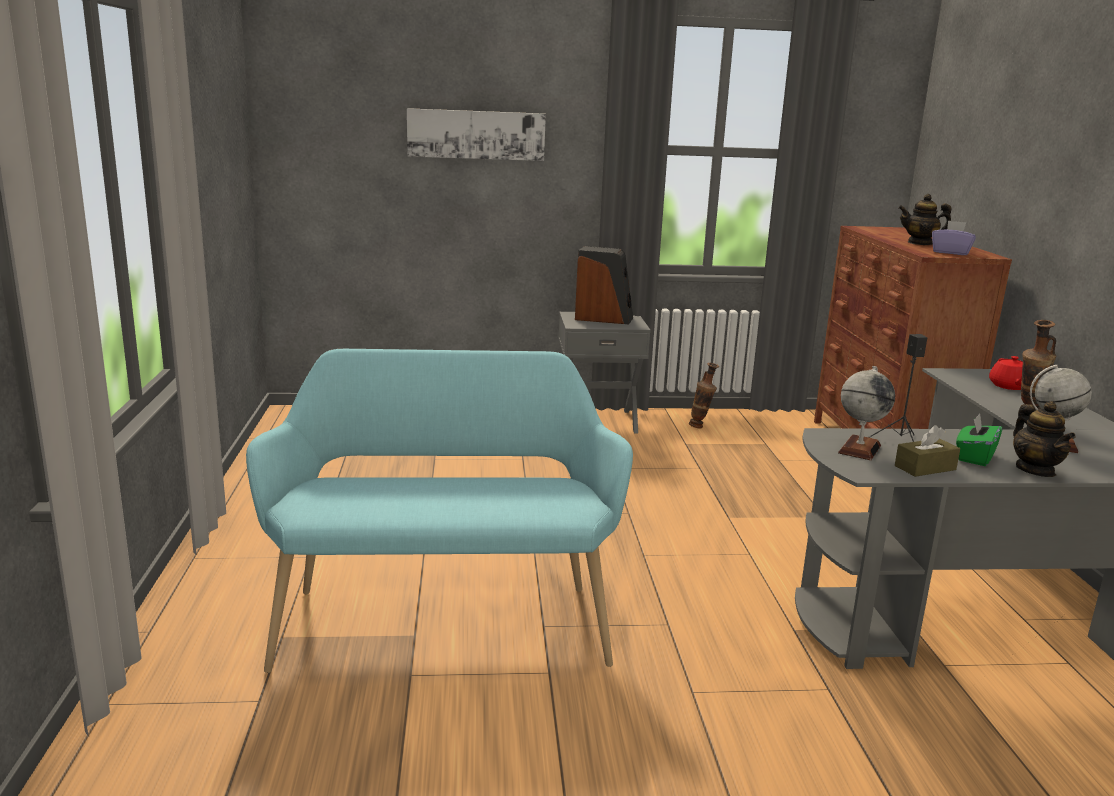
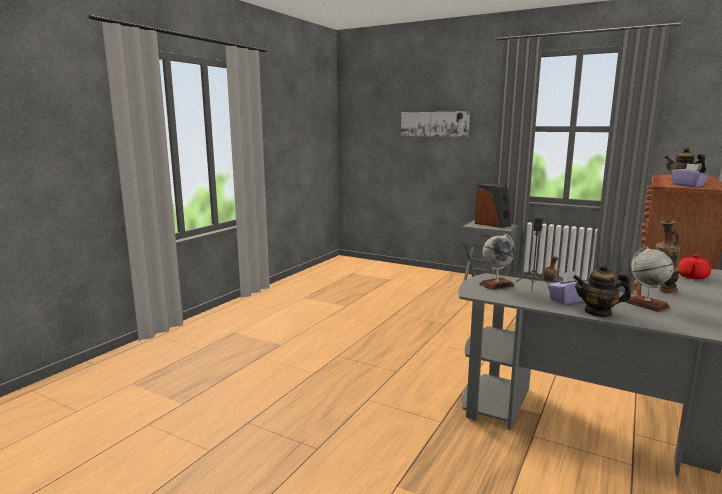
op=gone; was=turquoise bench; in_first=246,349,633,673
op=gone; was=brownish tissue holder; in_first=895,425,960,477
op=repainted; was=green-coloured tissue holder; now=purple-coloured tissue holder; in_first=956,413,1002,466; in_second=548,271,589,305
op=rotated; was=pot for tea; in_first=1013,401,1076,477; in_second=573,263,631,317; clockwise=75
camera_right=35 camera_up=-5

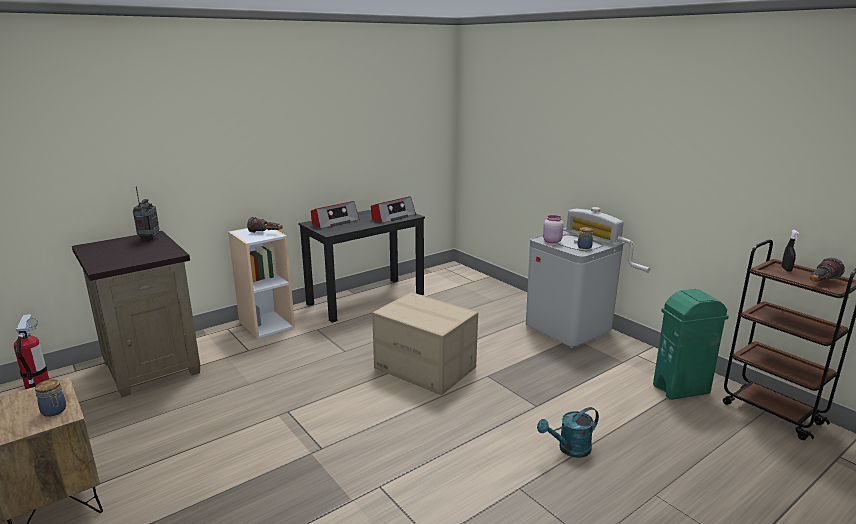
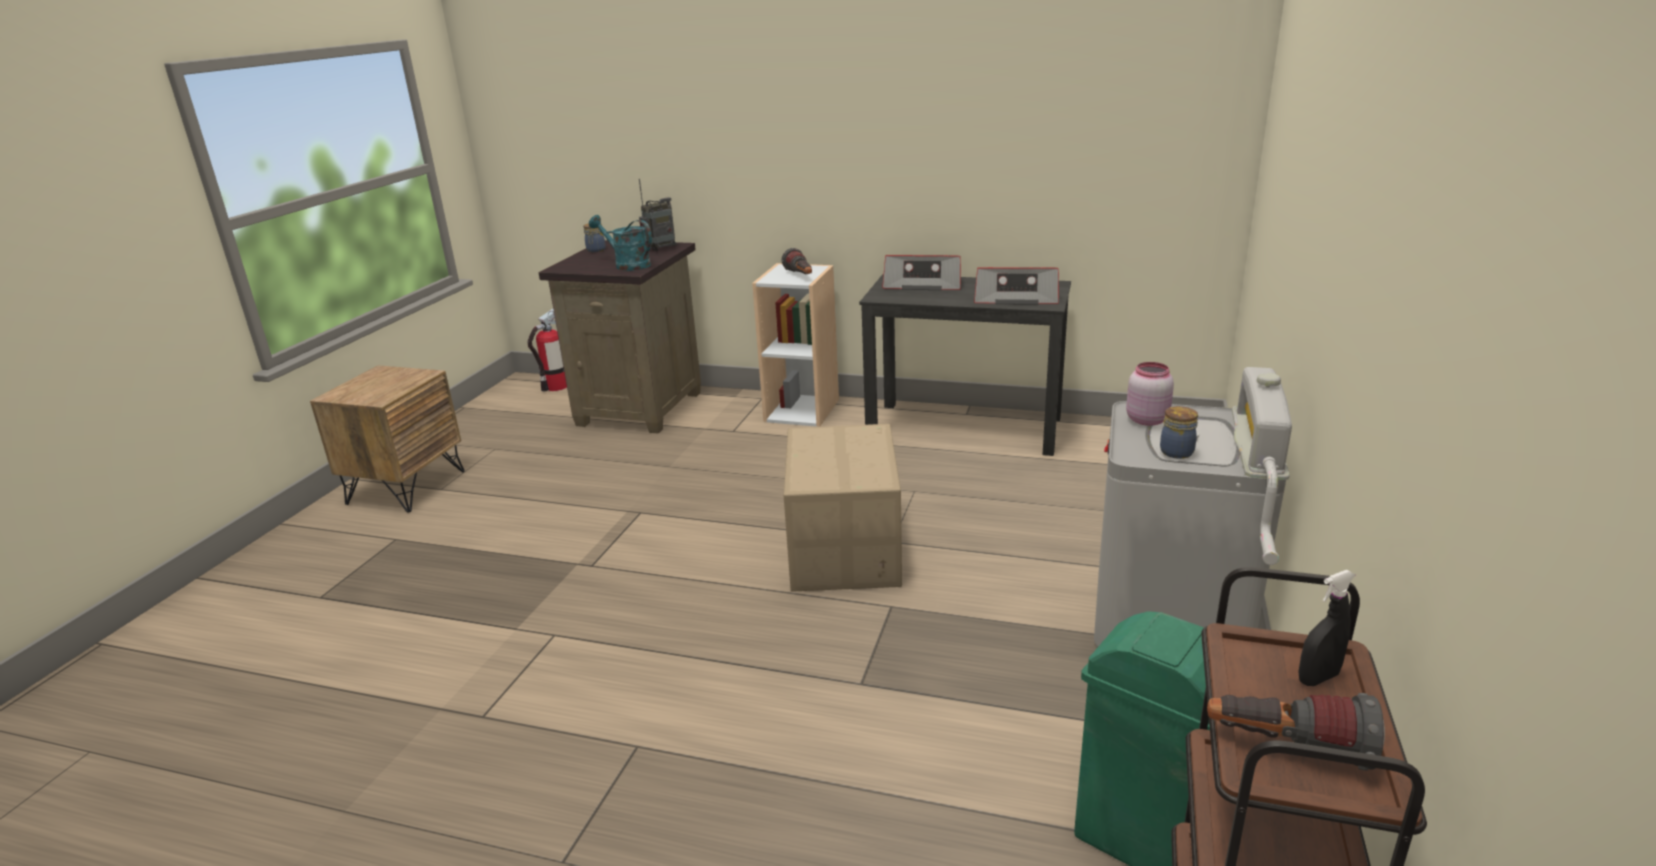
op=shifted; was=preserve jar; in_first=35,379,66,417; in_second=583,223,606,252
op=shifted; was=turquoise watering can; in_first=537,407,599,458; in_second=589,215,652,271
camera_right=55 camera_up=5

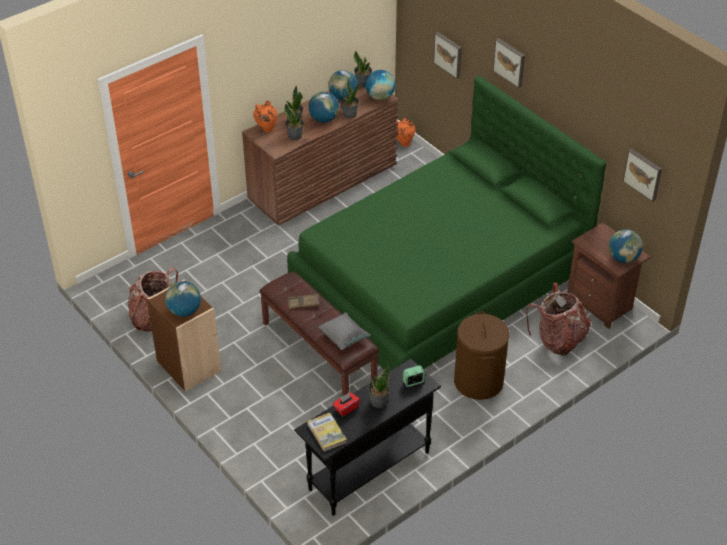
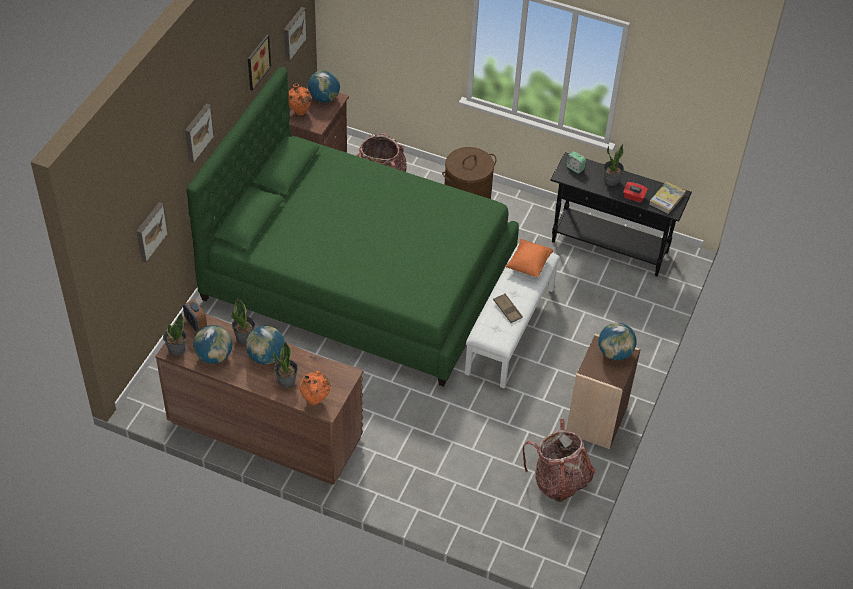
op=repainted; was=brownish bench; now=whitish bench; in_first=259,272,379,396; in_second=465,244,560,388
op=gone; was=potted plant; in_first=284,103,304,141
op=repainted; was=grey throw pillow; now=orangey throw pillow; in_first=318,312,371,350; in_second=505,239,553,277
op=swapped; was=globe; now=table clock; in_first=366,70,395,100; in_second=183,299,207,331
op=shifted; was=orangey vase; in_first=396,118,415,147; in_second=288,84,312,115
op=new; now=wall picture; in_second=248,35,271,91
camera_right=-120 camera_up=5

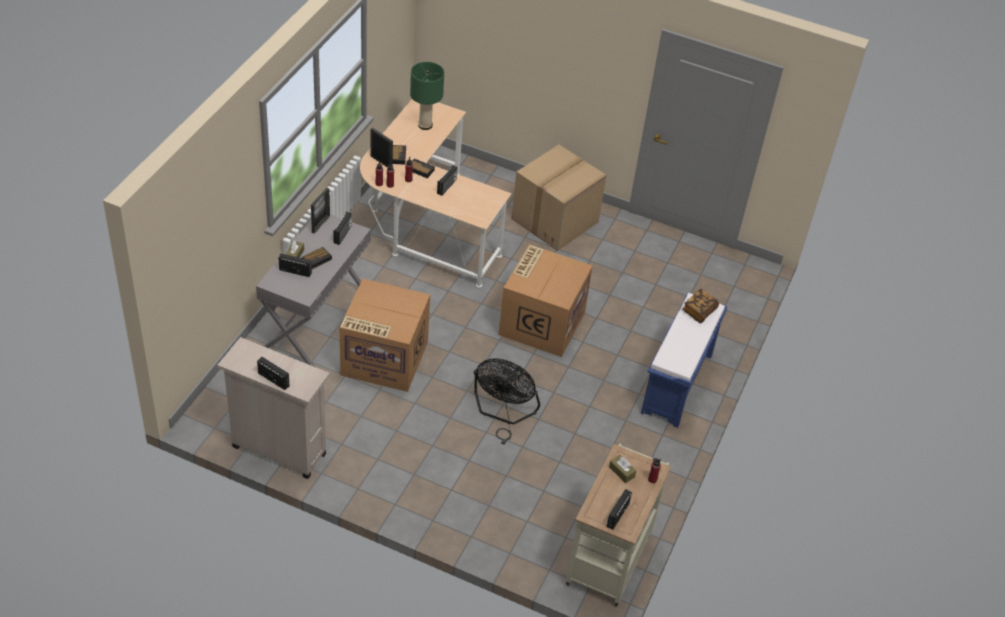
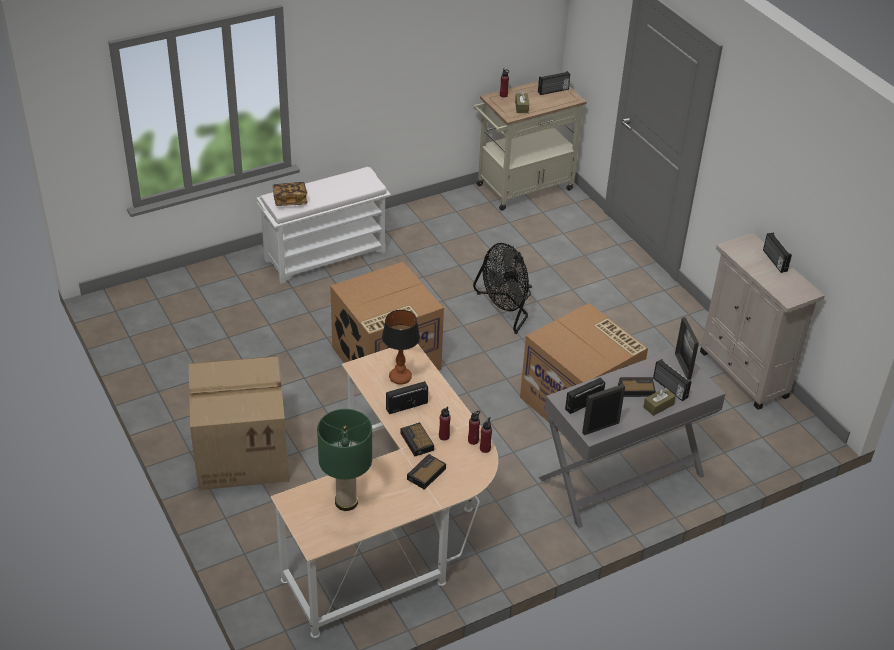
op=shifted; was=standing frame; in_first=370,128,393,168; in_second=675,317,699,380
op=repainted; was=blue bench; now=whitish bench; in_first=641,293,727,428; in_second=256,167,391,284
op=new; now=lamp for a table; in_second=382,310,420,384
camera_right=-140 camera_up=-5

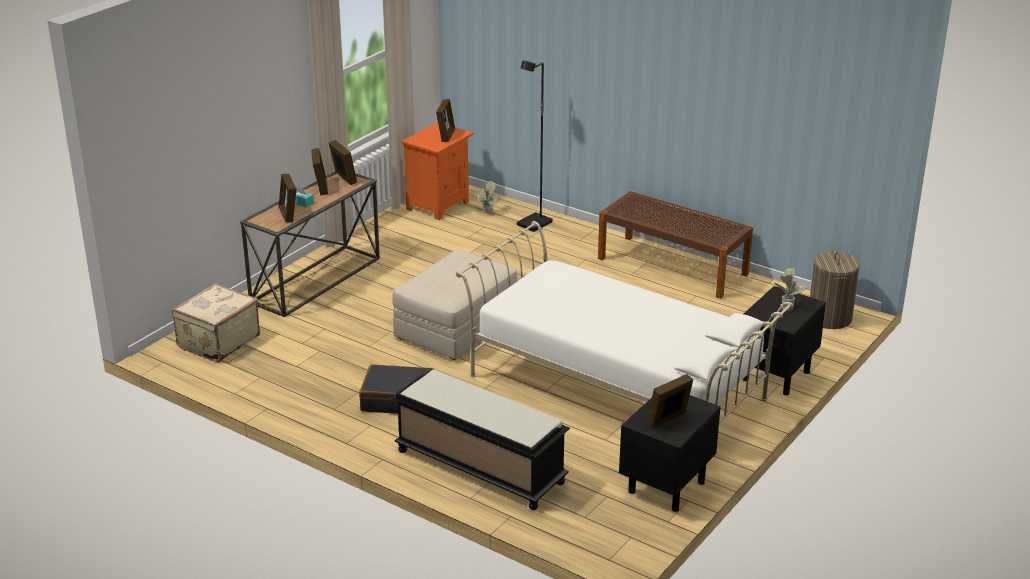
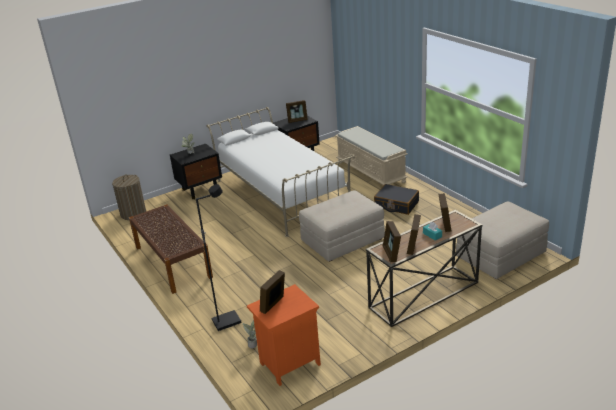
op=swapped; was=beige suitcase; now=beige footrest; in_first=172,283,260,362; in_second=456,202,549,279
op=repainted; was=black bench; now=beige bench; in_first=392,370,570,510; in_second=335,126,407,186
camera_right=-155 camera_up=0

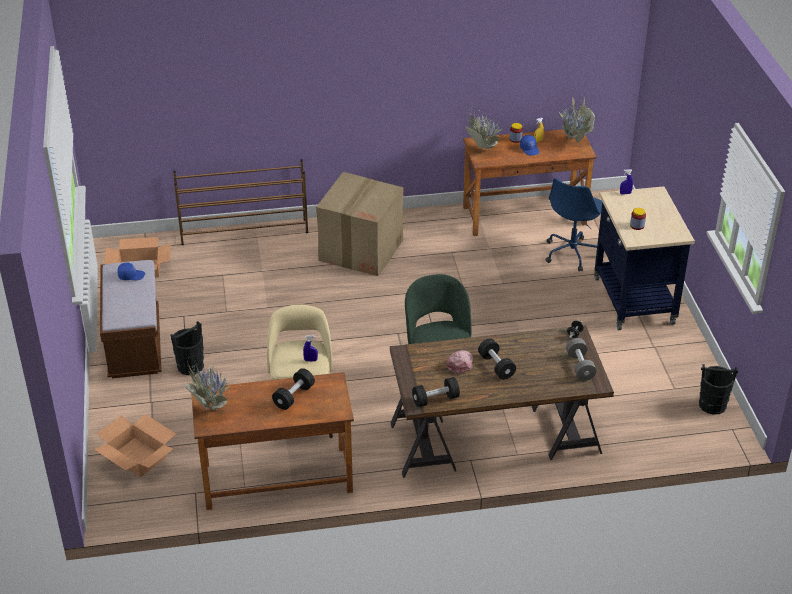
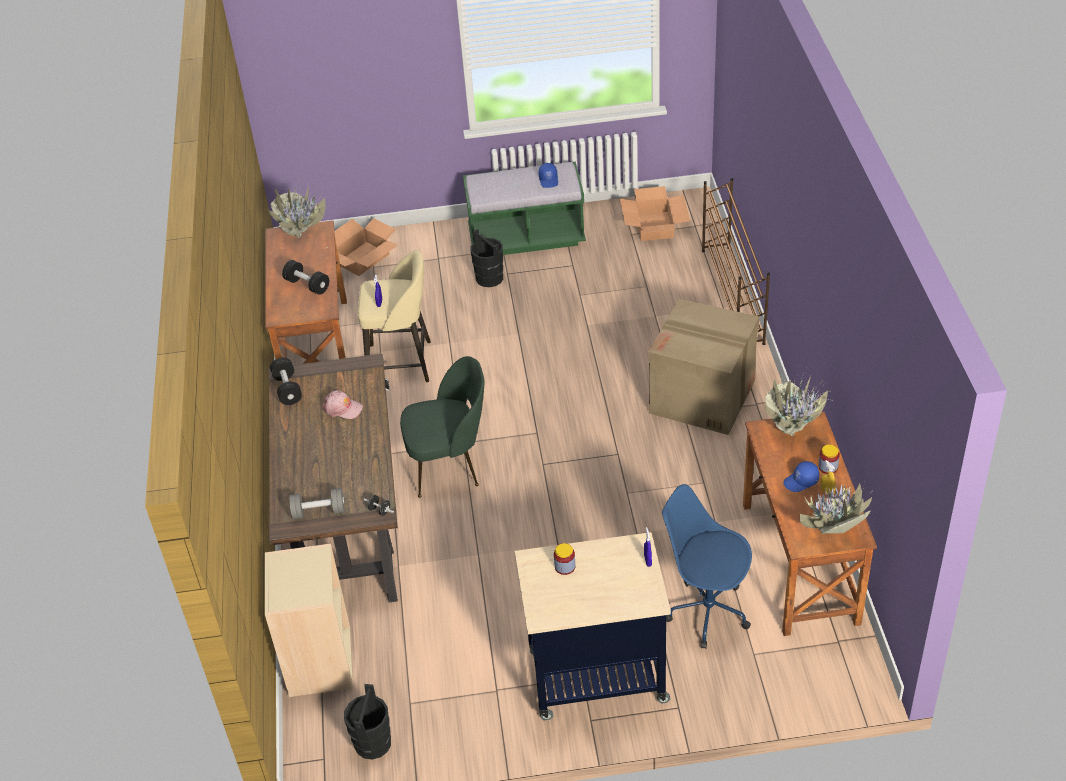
op=repainted; was=brownish bench; now=green-coloured bench; in_first=100,260,162,378; in_second=463,162,586,255
op=gone; was=black free weight; in_first=478,338,516,379
op=new; now=beige shelving unit; in_second=265,544,353,697
camera_right=95 camera_up=5

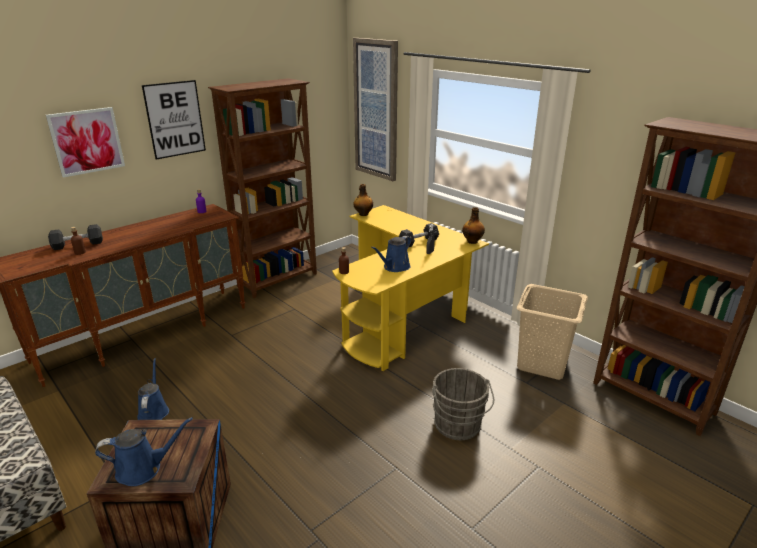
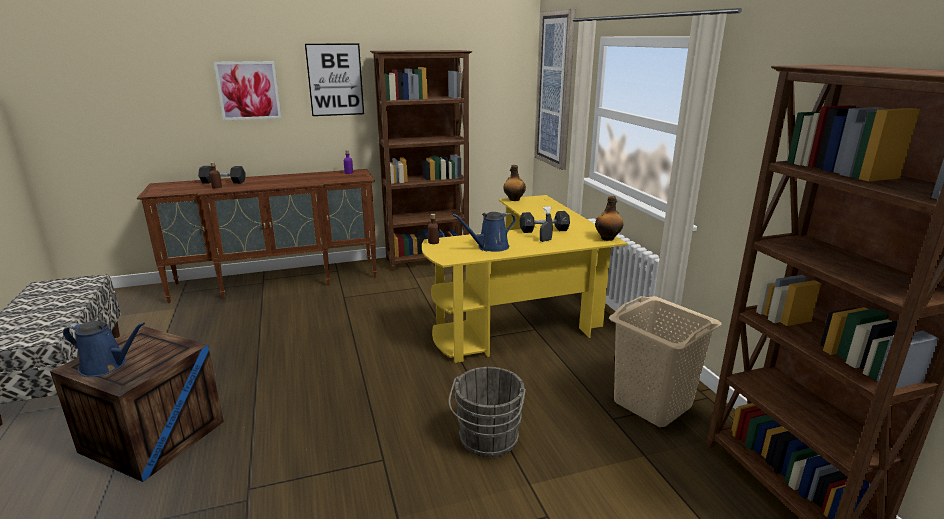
op=gone; was=blue watering can; in_first=137,358,169,420
camera_right=25 camera_up=-5

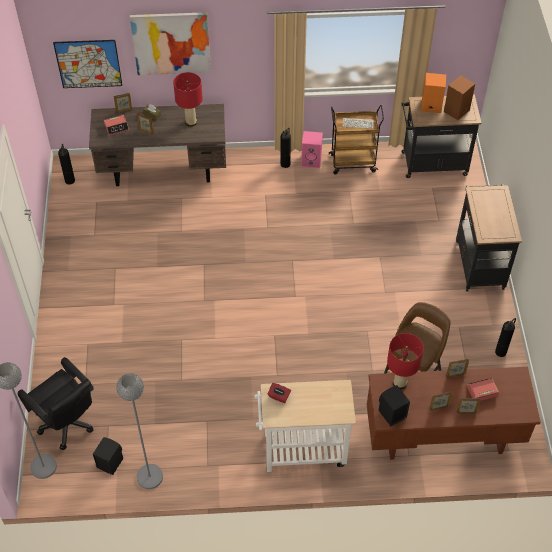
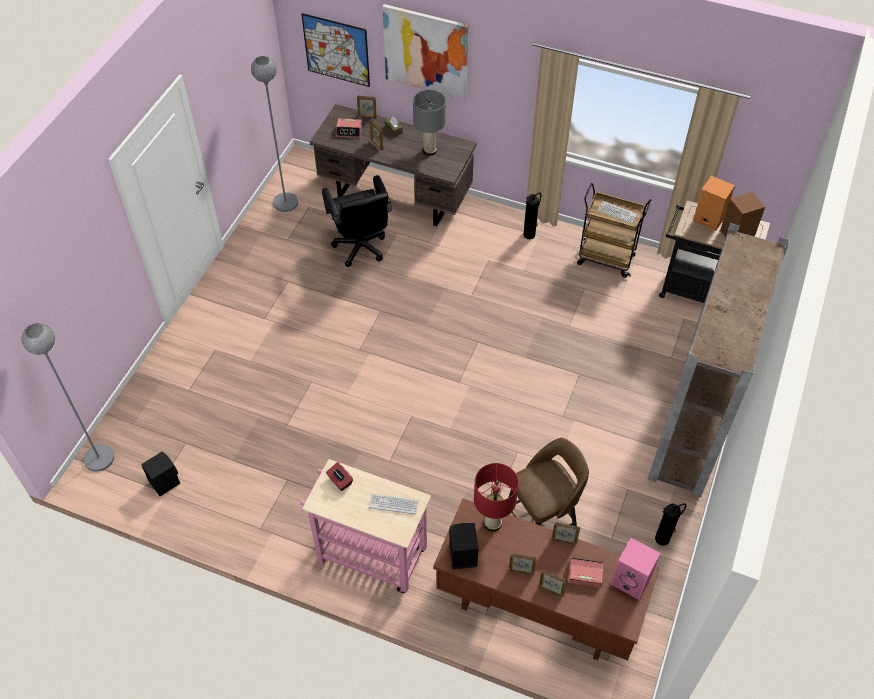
op=shifted; was=black desk chair; in_first=17,357,94,450; in_second=322,175,392,267
op=gone; was=fire-fighting cylinder; in_first=58,144,75,185
op=shifted; was=grey standard lamp; in_first=116,373,163,489; in_second=251,56,298,212
op=repainted; was=red lamp for a table; now=grey lamp for a table; in_first=173,72,203,127; in_second=413,90,446,156
op=repainted; was=whitish wheeled cart; now=pinkish wheeled cart; in_first=254,380,356,472; in_second=300,459,431,593
op=shifted; was=pinkish speaker; in_first=301,131,323,168; in_second=611,538,661,600
op=swapped; was=black wheeled cart; now=brownish shelving unit; in_first=456,184,522,291; in_second=648,223,790,497
op=new; now=computer keyboard; in_second=369,494,419,514
camera_right=25 camera_up=0

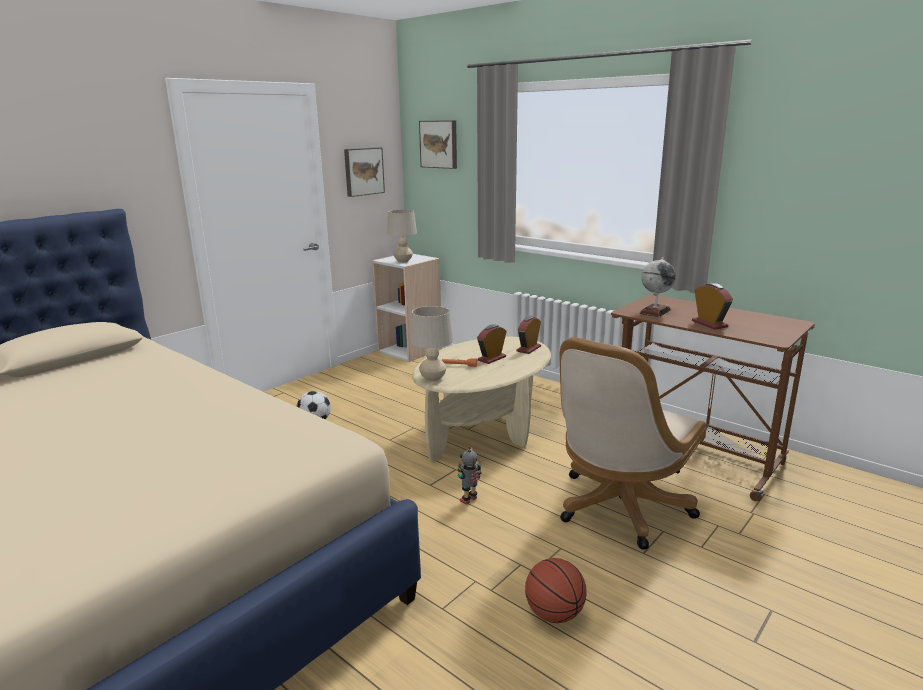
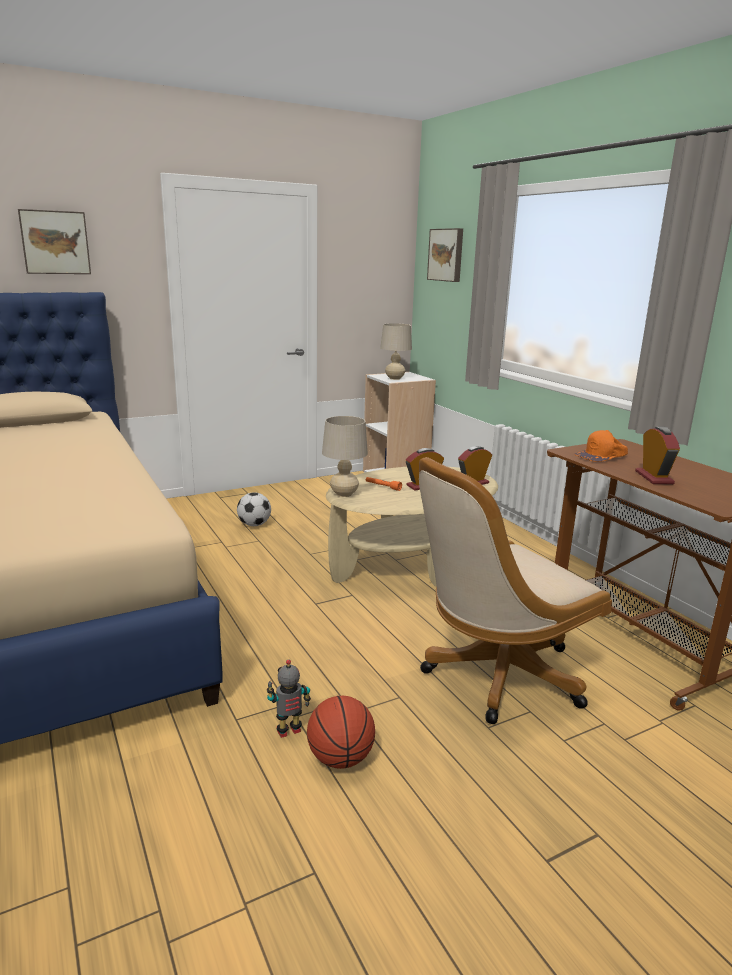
op=shifted; was=wall picture; in_first=344,147,385,197; in_second=18,209,91,274
op=shifted; was=toy robot; in_first=458,446,482,504; in_second=267,660,311,738
op=swapped; was=globe; now=orangey cap; in_first=640,257,676,317; in_second=574,430,628,462
camera_right=20 camera_up=0

